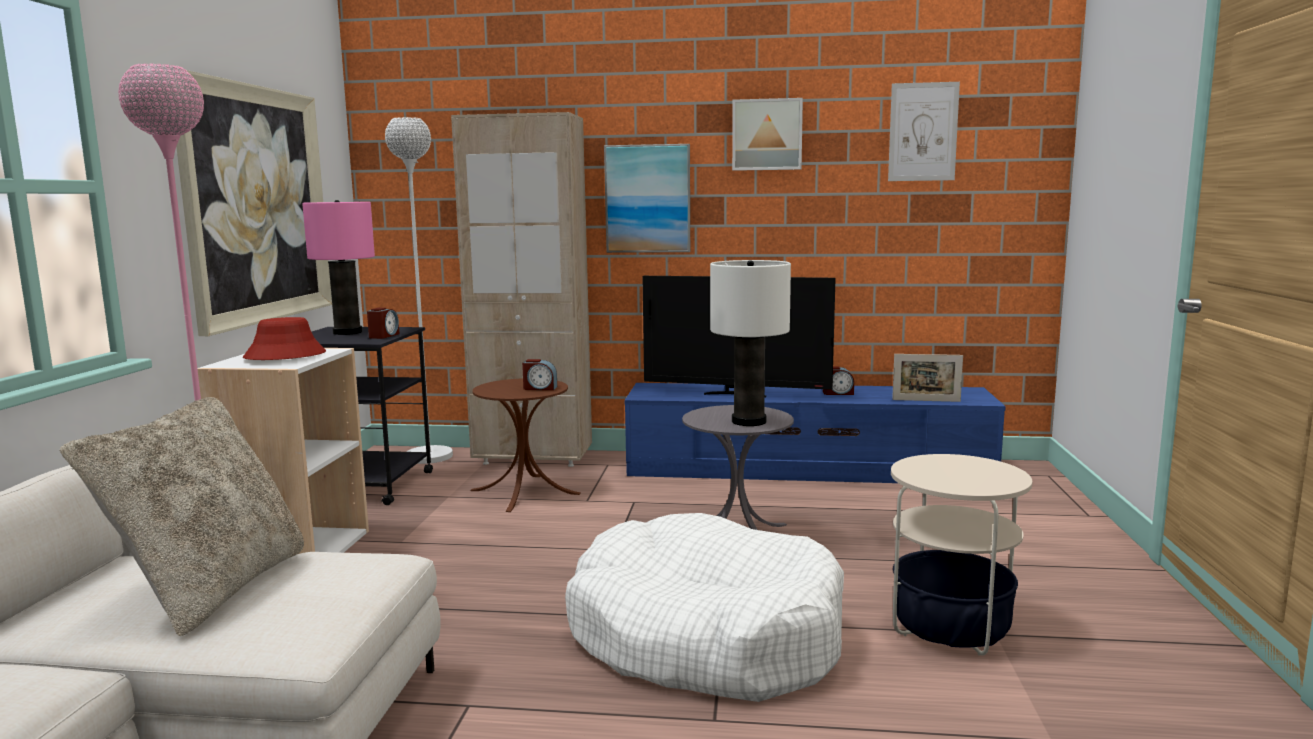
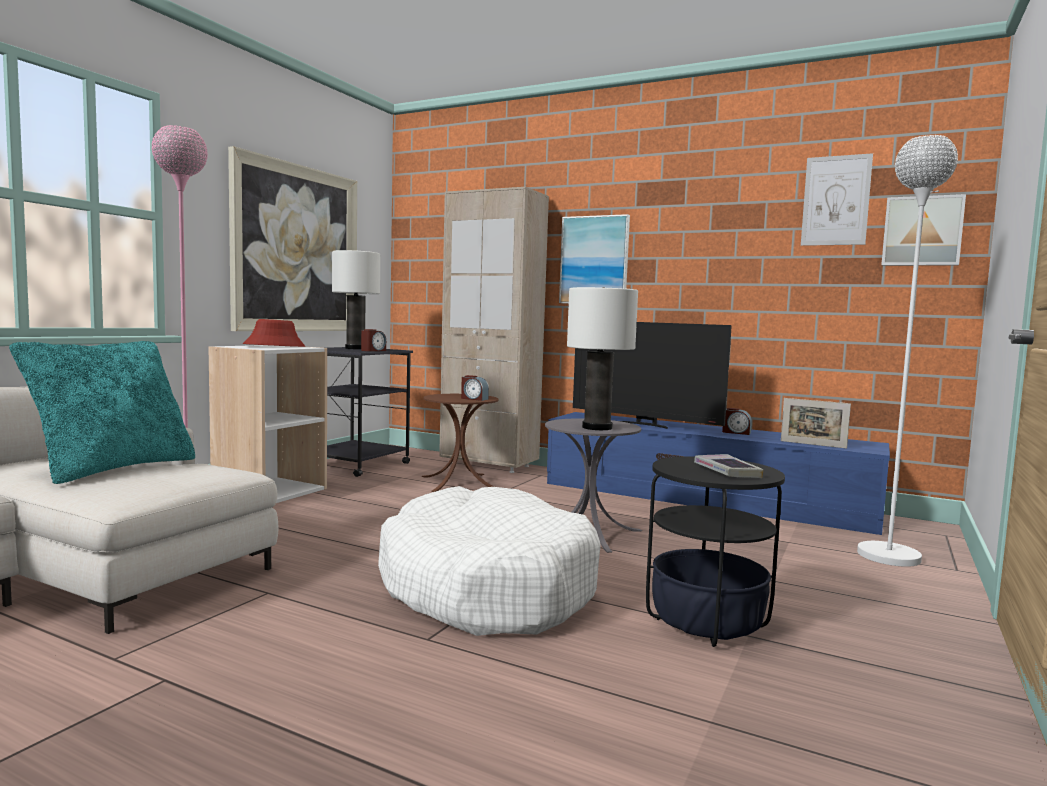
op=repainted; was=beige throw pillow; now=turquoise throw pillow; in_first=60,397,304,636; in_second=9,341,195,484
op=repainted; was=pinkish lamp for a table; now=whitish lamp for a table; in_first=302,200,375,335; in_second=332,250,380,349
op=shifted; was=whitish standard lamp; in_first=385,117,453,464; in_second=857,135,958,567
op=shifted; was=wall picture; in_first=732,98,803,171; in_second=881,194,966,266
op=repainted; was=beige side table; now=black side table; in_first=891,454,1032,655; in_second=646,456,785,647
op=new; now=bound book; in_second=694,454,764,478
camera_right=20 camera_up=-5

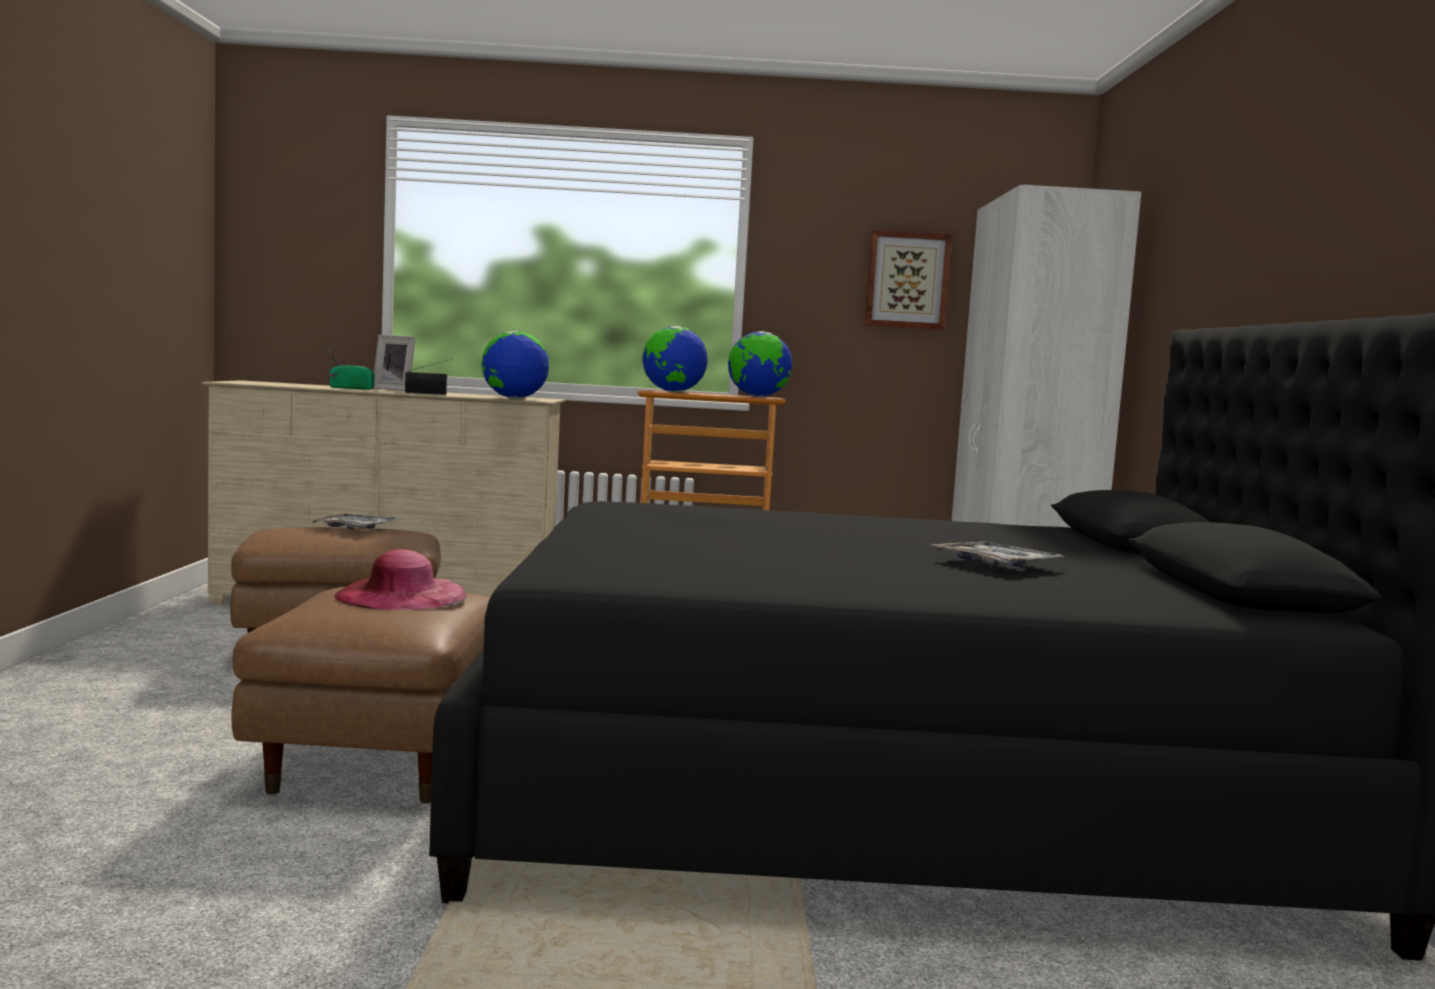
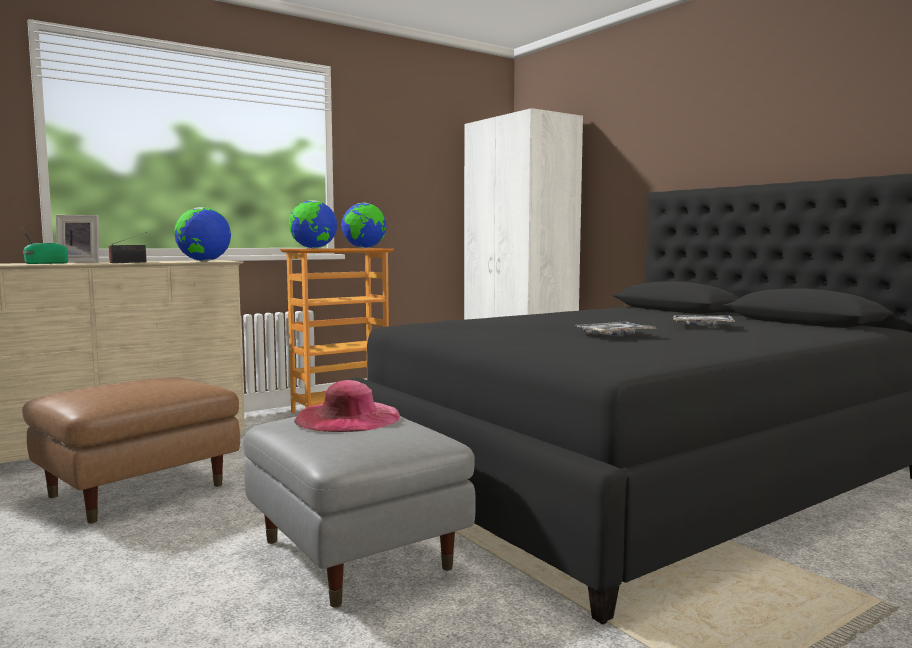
op=repainted; was=brownish footrest; now=grey footrest; in_first=231,587,491,804; in_second=243,416,476,608
op=shifted; was=tray; in_first=311,513,399,530; in_second=576,322,657,335
op=gone; was=wall picture; in_first=865,230,952,330
camera_right=-35 camera_up=0

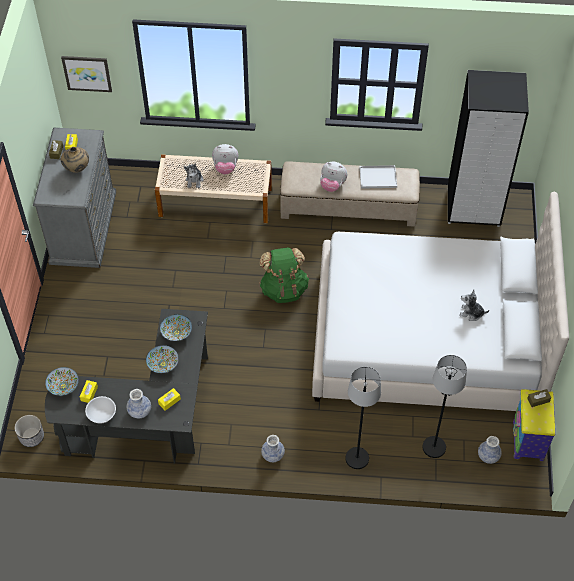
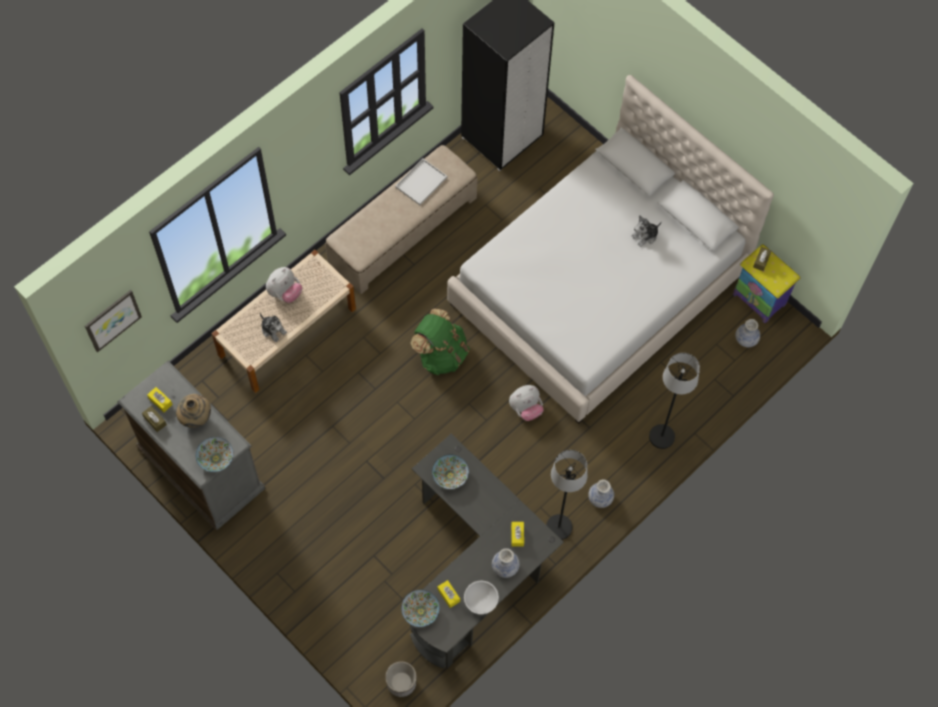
op=shifted; was=serving bowl; in_first=146,345,179,373; in_second=196,437,233,472
op=shifted; was=soft toy; in_first=320,162,347,192; in_second=509,385,544,421
op=shifted; was=black standard lamp; in_first=422,355,467,458; in_second=546,450,587,540
camera_right=-50 camera_up=10

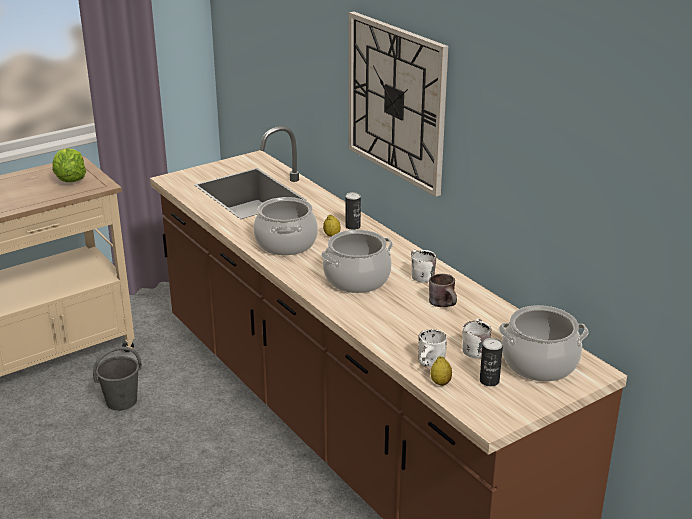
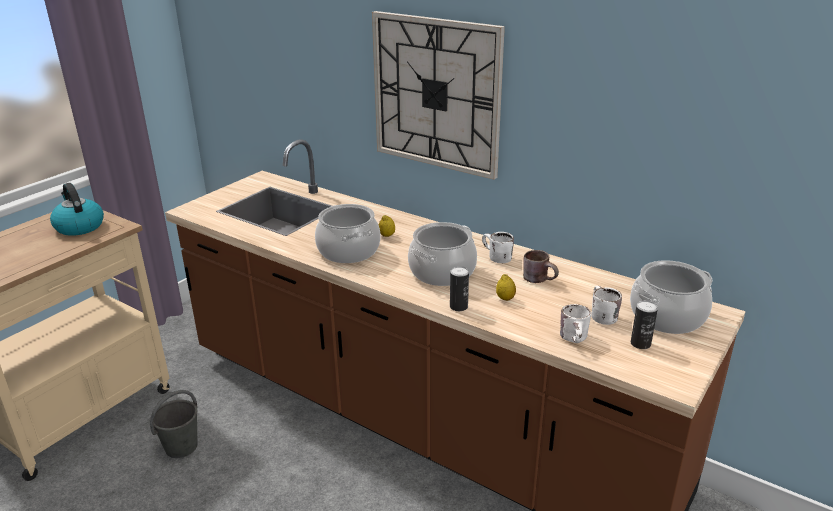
op=swapped; was=head of lettuce; now=kettle; in_first=52,148,86,182; in_second=50,183,104,236
op=shifted; was=can; in_first=345,192,361,230; in_second=450,266,469,311
op=shifted; was=citrus fruit; in_first=430,356,452,386; in_second=496,274,516,301
camera_right=-20 camera_up=0

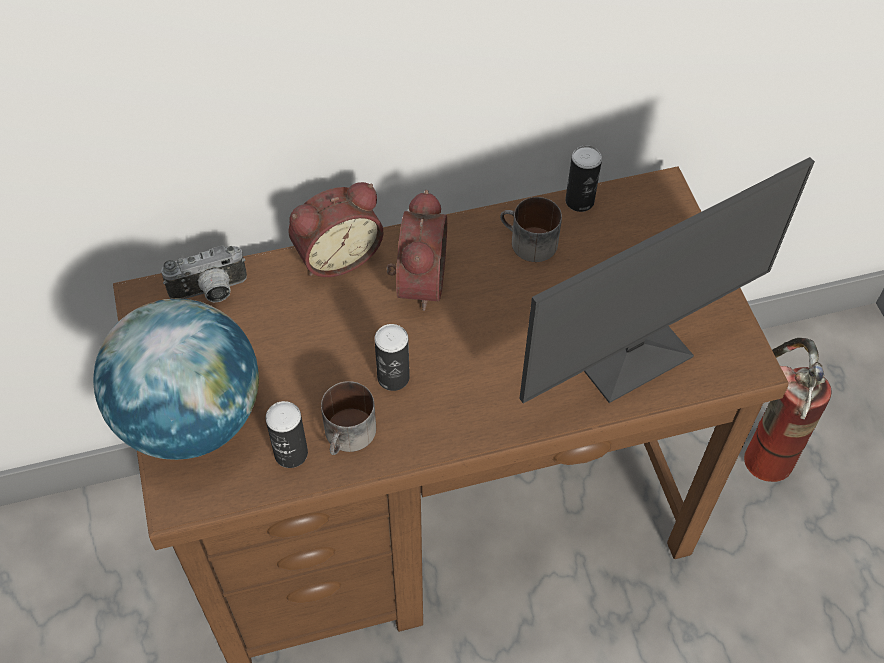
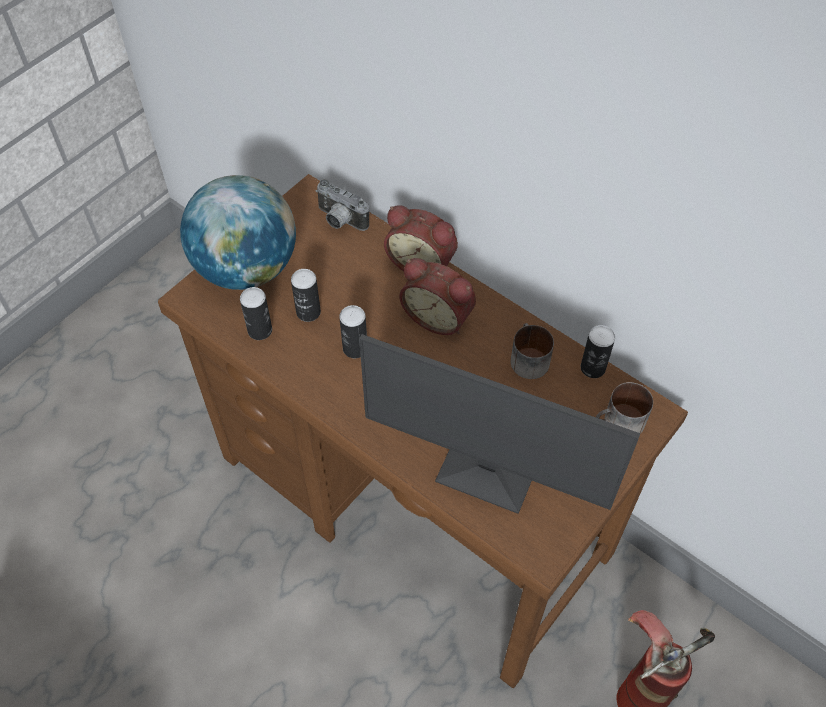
op=shifted; was=mug; in_first=321,381,376,455; in_second=596,382,653,433
op=rotated; was=table clock; in_first=387,190,447,311; in_second=400,258,476,335; clockwise=60
op=new; now=can; in_second=291,269,321,322
camera_right=55 camera_up=0

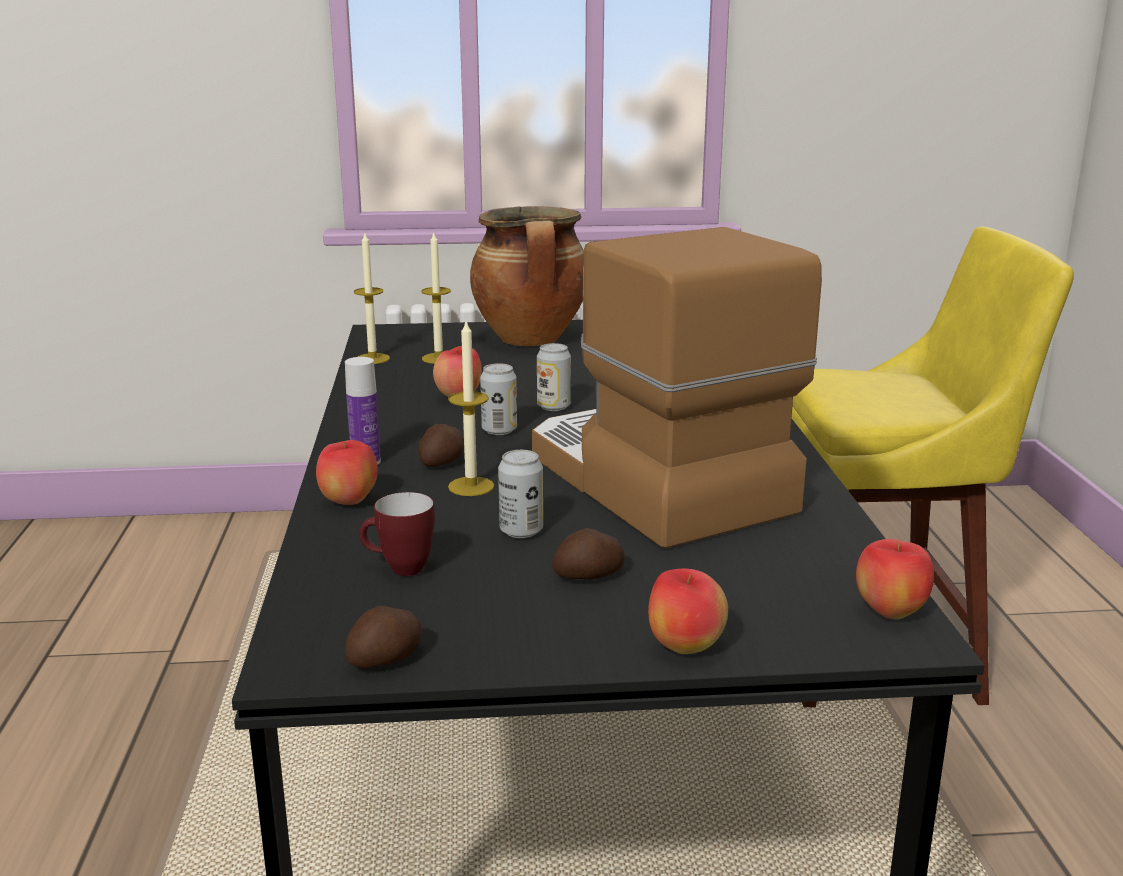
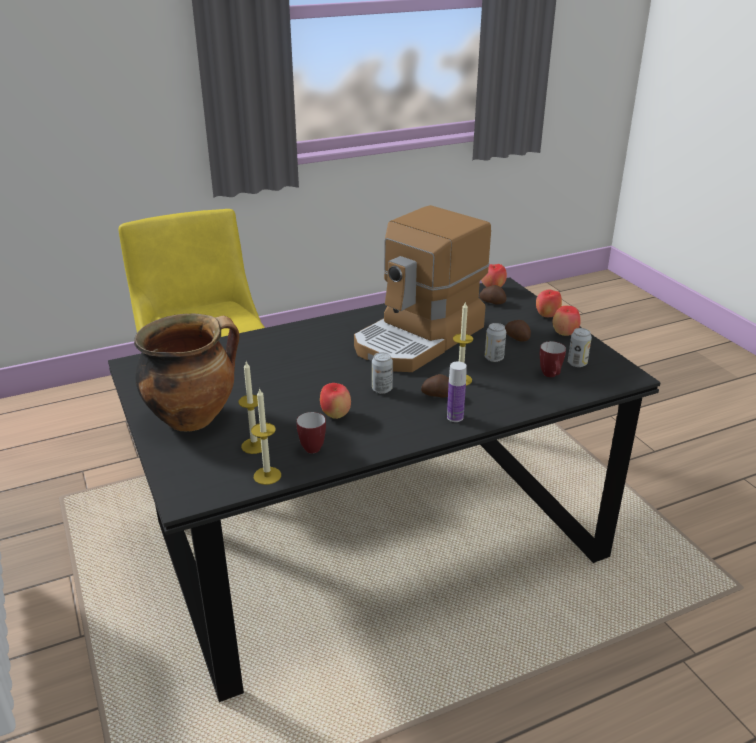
op=shifted; was=apple fruit; in_first=316,440,378,505; in_second=552,306,581,336
op=shifted; was=whole potato; in_first=345,606,423,668; in_second=479,285,507,305
op=shifted; was=can; in_first=537,343,571,411; in_second=568,328,592,367
op=new; now=mug; in_second=296,412,326,453
camera_right=-110 camera_up=10

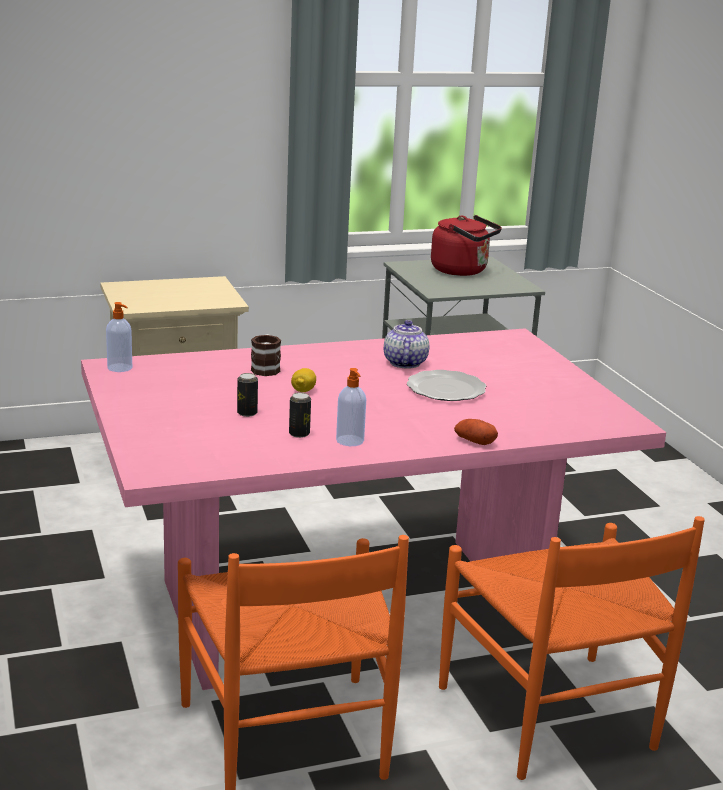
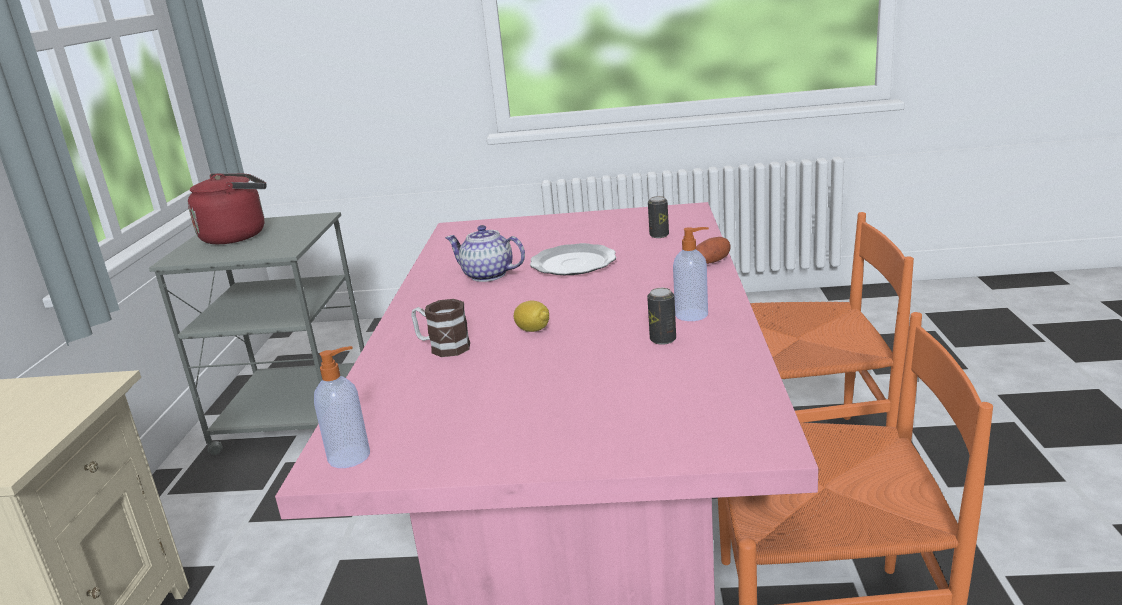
op=shifted; was=can; in_first=237,373,258,417; in_second=648,196,669,238
camera_right=-65 camera_up=0

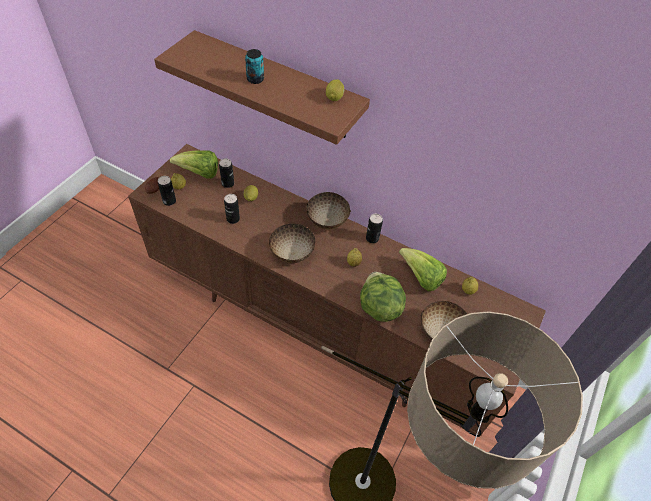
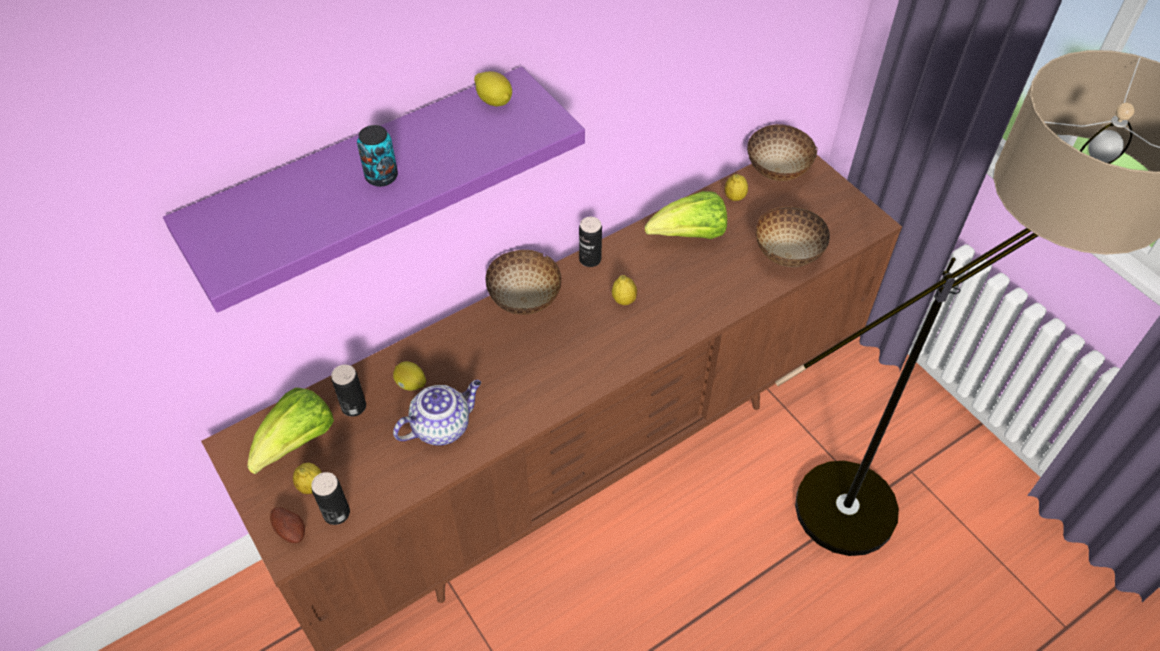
op=repainted; was=brownish wall shelf; now=purple-coloured wall shelf; in_first=154,30,370,145; in_second=163,67,585,313
op=swapped; was=can; now=pot for tea; in_first=224,194,240,224; in_second=393,380,481,445
op=shifted; was=serving bowl; in_first=269,223,315,263; in_second=747,124,818,181
op=gone; was=head of lettuce; in_first=360,272,406,322
camera_right=-60 camera_up=0

